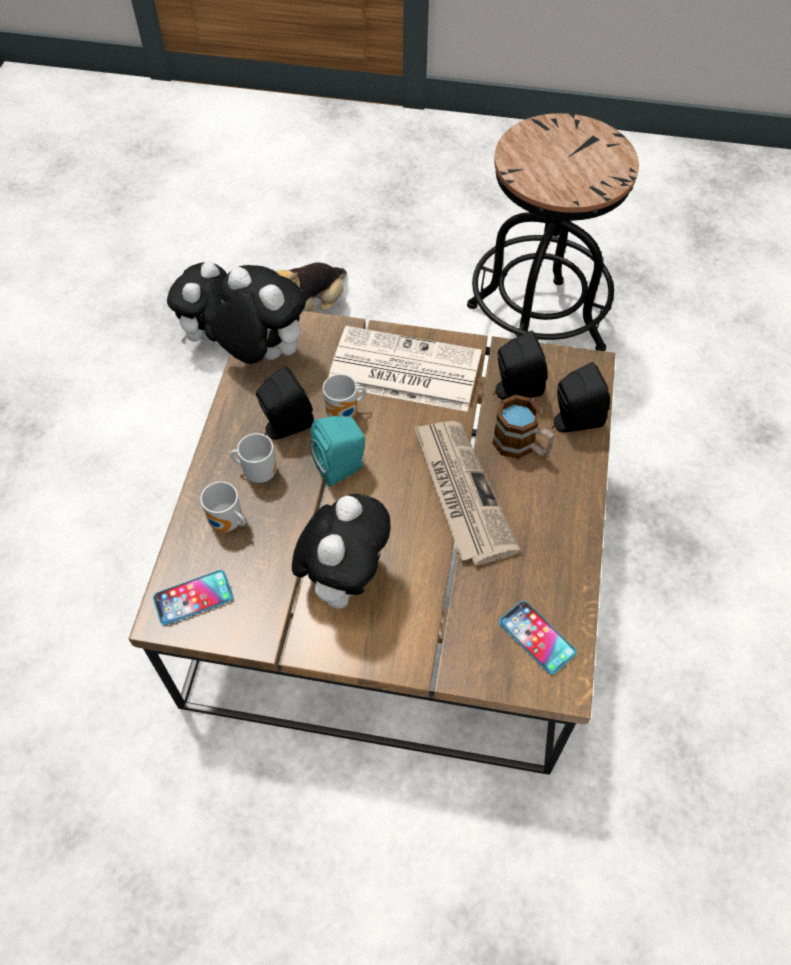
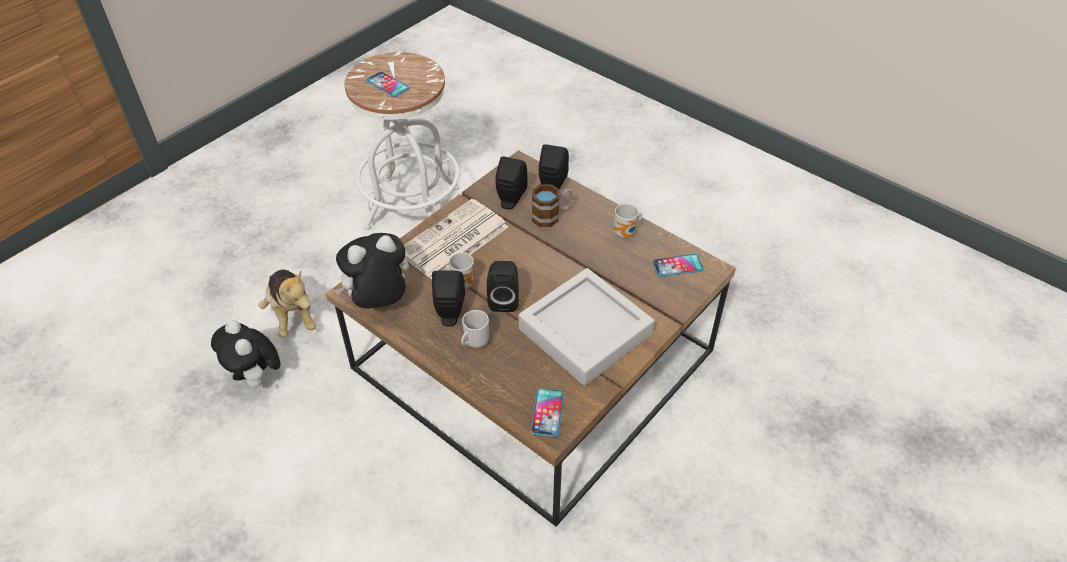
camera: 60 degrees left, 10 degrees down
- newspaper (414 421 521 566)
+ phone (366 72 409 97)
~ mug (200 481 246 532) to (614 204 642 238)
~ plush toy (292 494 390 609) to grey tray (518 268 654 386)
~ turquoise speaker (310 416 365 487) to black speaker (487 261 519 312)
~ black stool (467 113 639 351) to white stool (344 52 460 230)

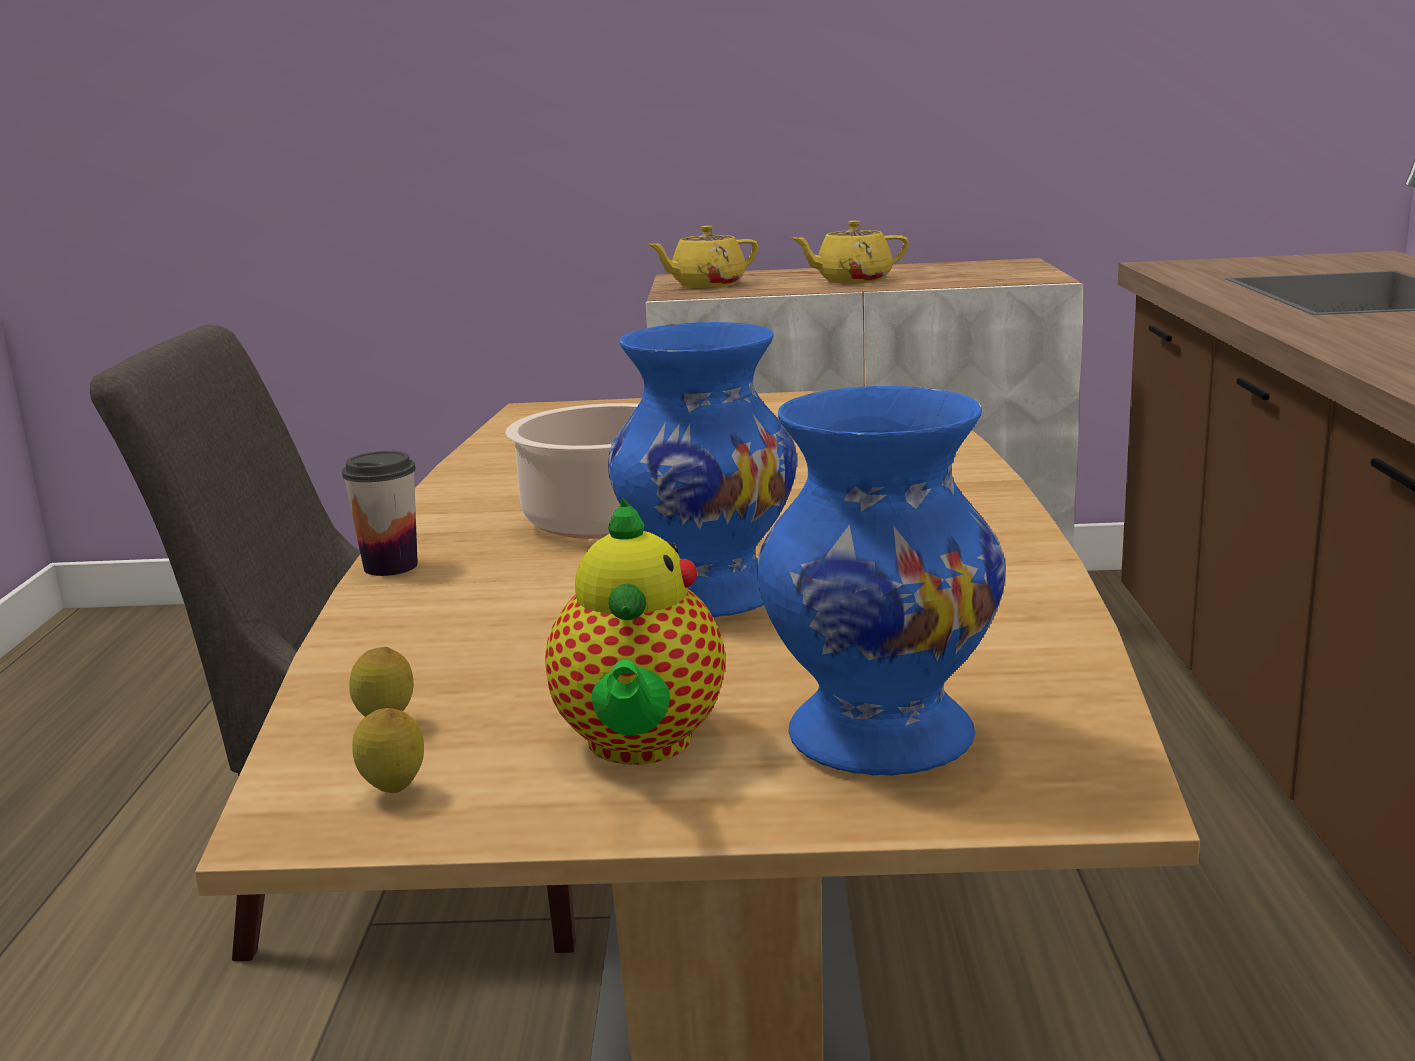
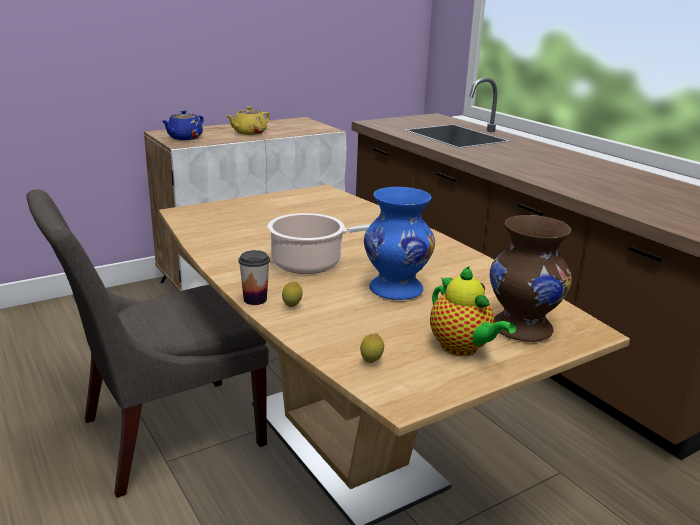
camera: 35 degrees left, 5 degrees up
~ lemon (352 708 424 793) to (282 282 302 307)
~ yellow teapot (648 225 759 288) to blue teapot (162 110 204 140)
~ blue vase (757 386 1006 776) to brown vase (490 215 572 342)

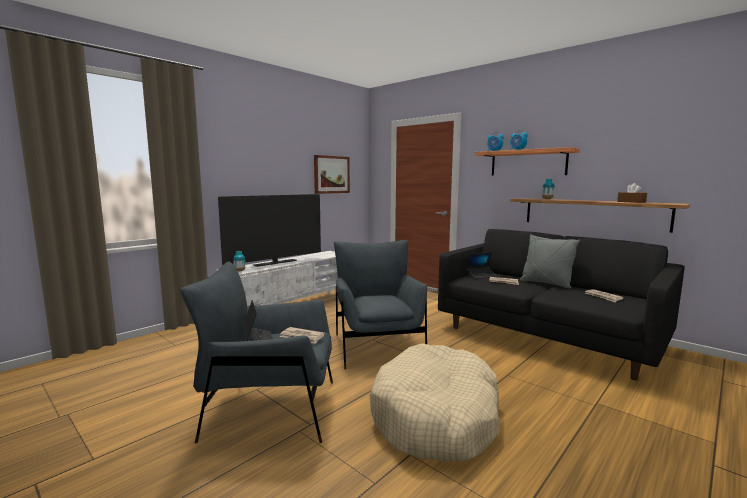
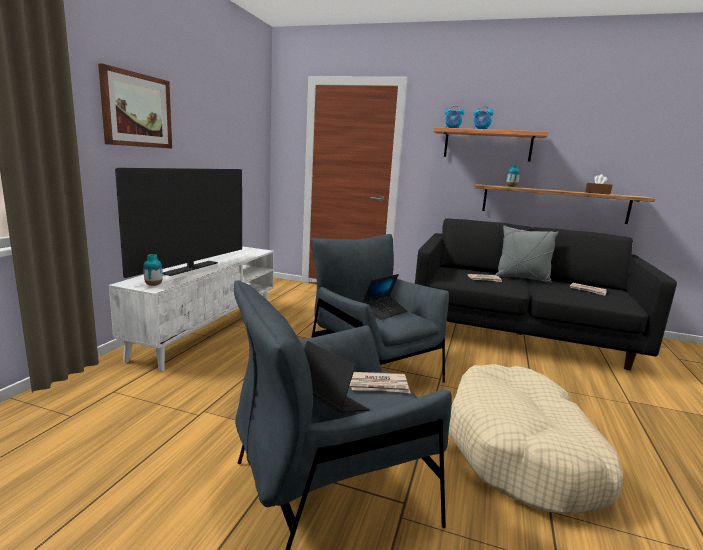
camera: 25 degrees left, 5 degrees up
~ picture (314 155 350 194) to (98 64 172 149)
~ laptop (465 252 497 279) to (362 274 408 320)

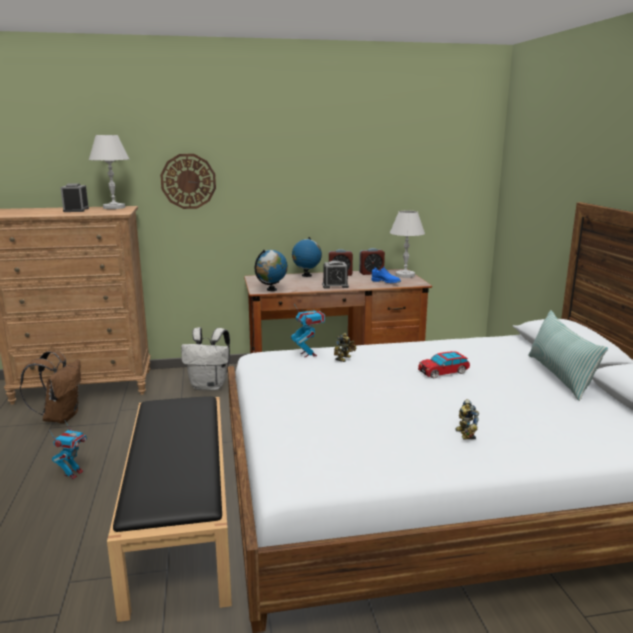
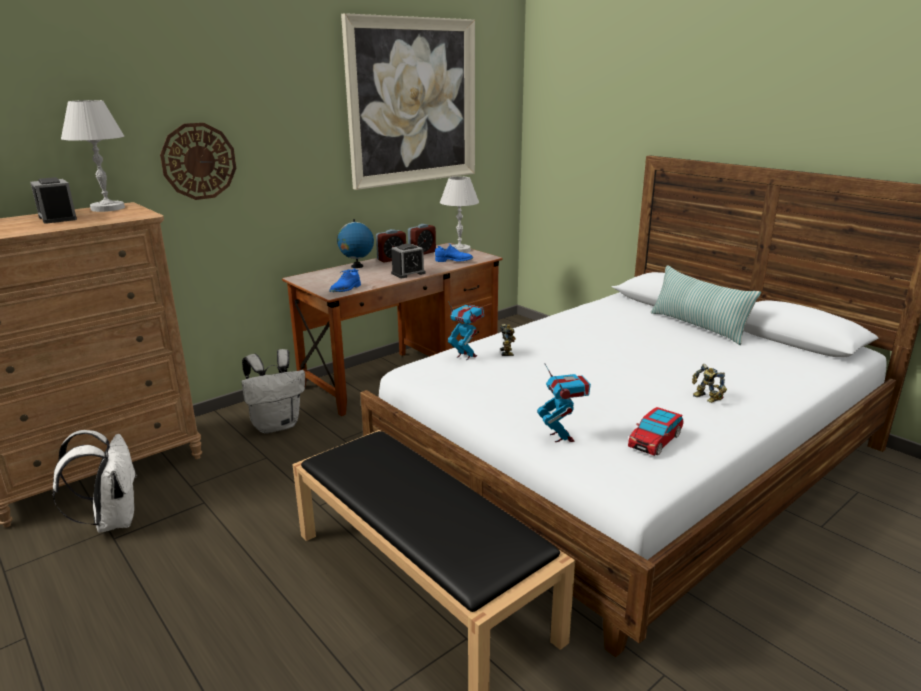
camera: 30 degrees left, 5 degrees up
+ picture (341 13 475 190)
~ toy robot (49 420 87 479) to (537 364 591 442)
~ toy car (418 351 470 378) to (628 407 683 456)
~ globe (255 250 288 291) to blue shoe (329 268 361 292)
~ brown backpack (20 350 81 424) to white backpack (52 430 136 533)

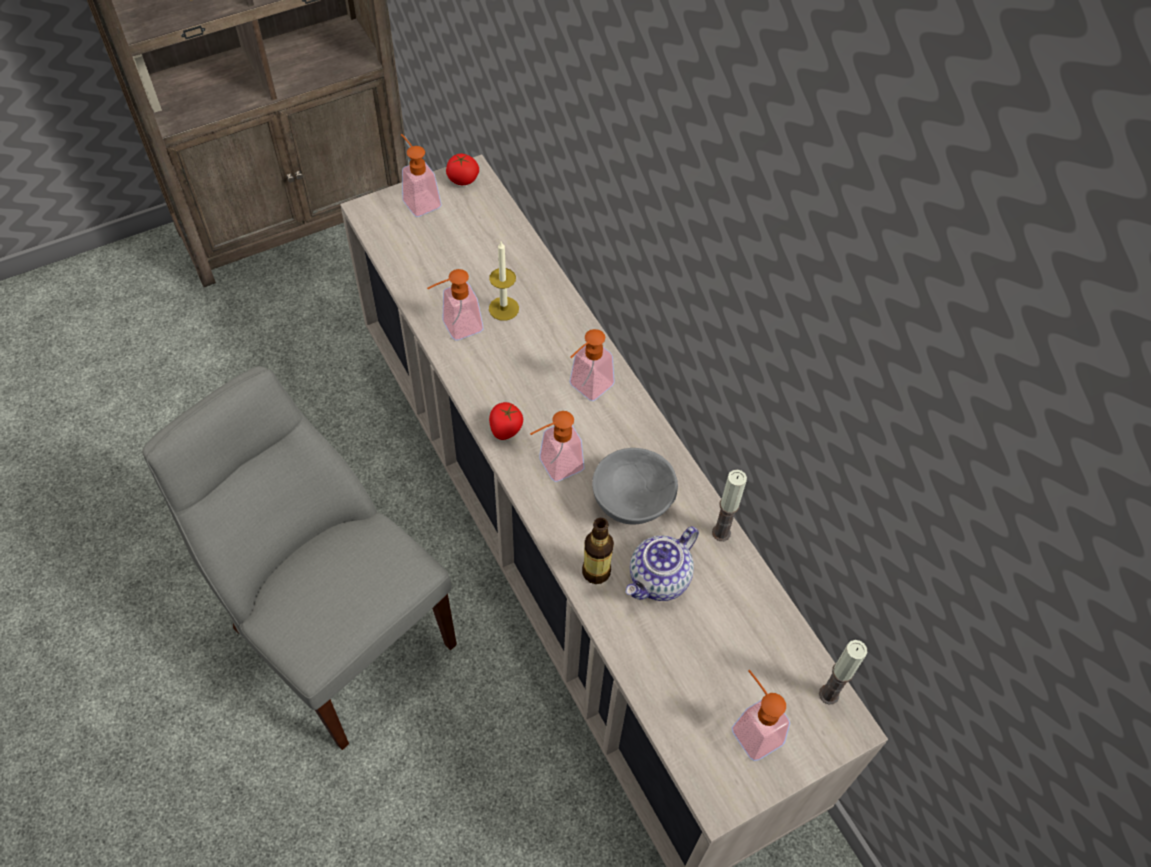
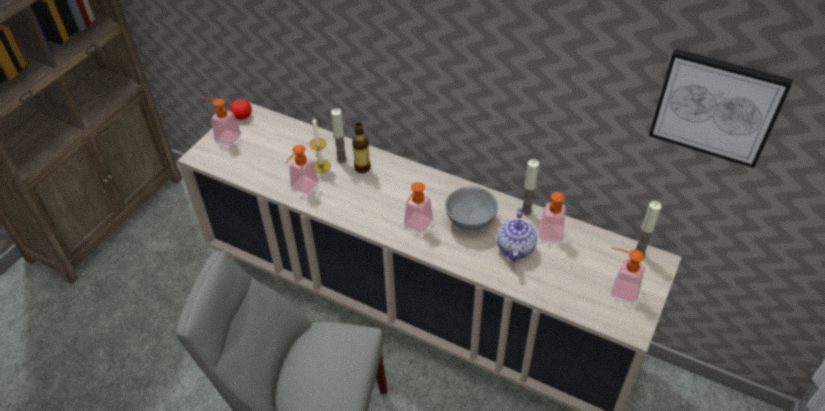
camera: 30 degrees left, 10 degrees down
- tomato (489 402 523 440)
+ candle (331 108 347 163)
+ picture (649 49 793 168)
~ soap dispenser (569 329 615 401) to (539 192 566 242)
~ bottle (582 518 614 584) to (352 122 371 173)

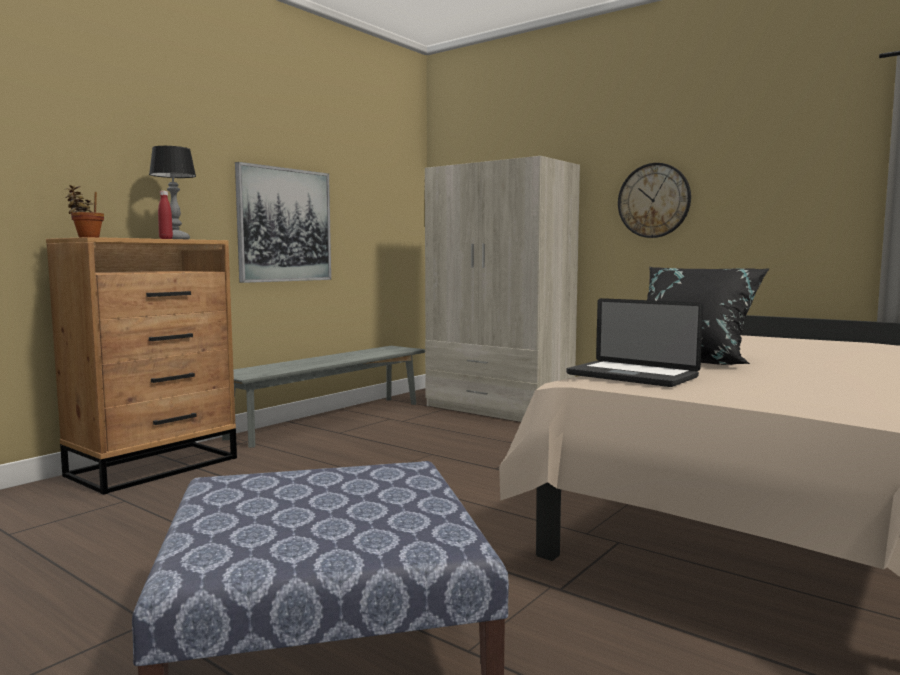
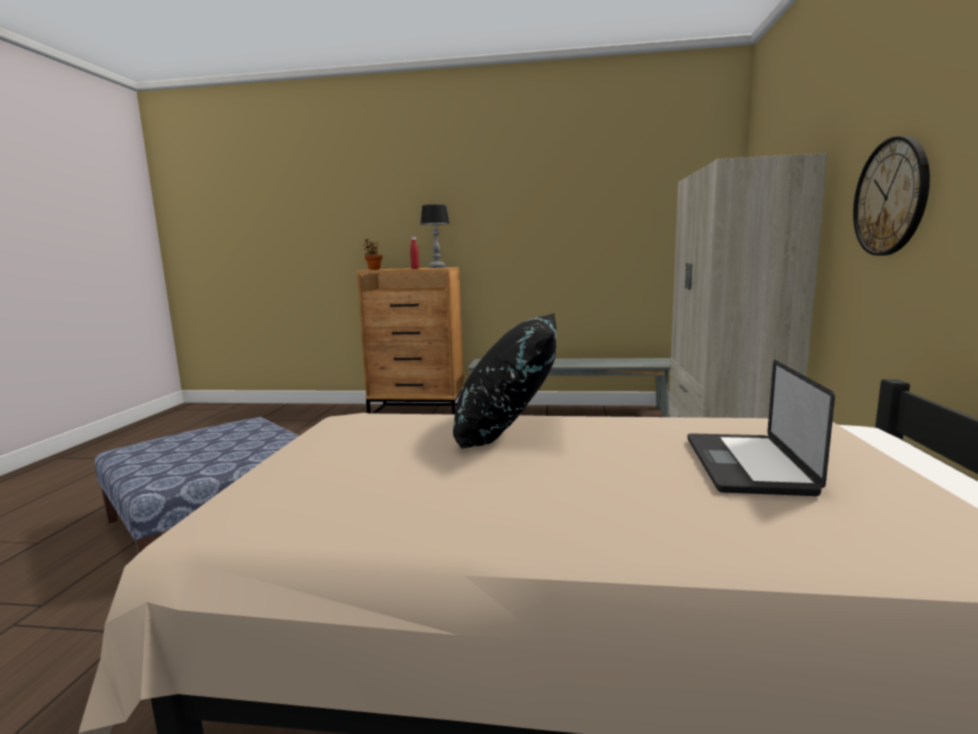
camera: 60 degrees right, 5 degrees up
- picture (235 162 331 283)
~ laptop (566 298 703 387) to (688 360 835 496)

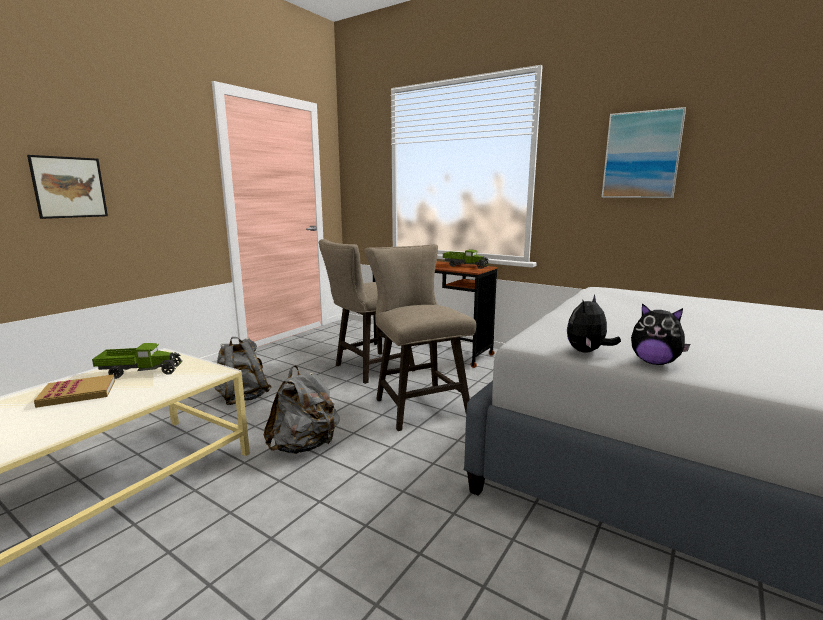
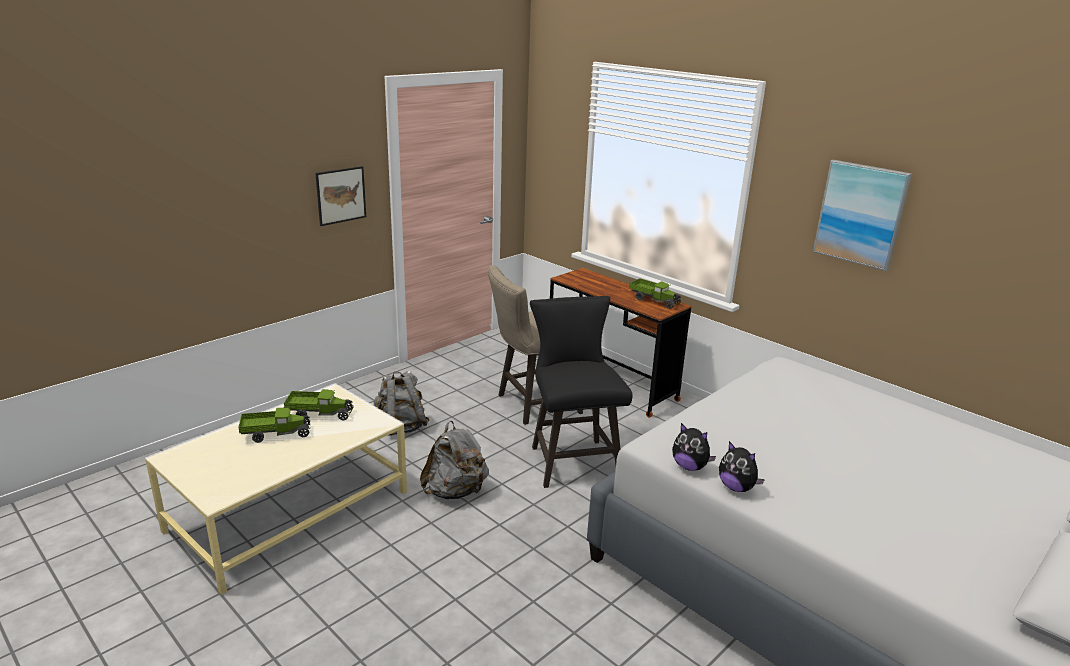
camera: 10 degrees right, 10 degrees up
~ picture (27 155 108 219) to (315 166 366 226)
~ book (34 374 115 408) to toy truck (238 408 311 443)
~ beige stool (365 244 476 431) to black stool (530 296 633 488)
~ plush toy (567 294 621 353) = (672 423 716 471) 105 degrees counterclockwise

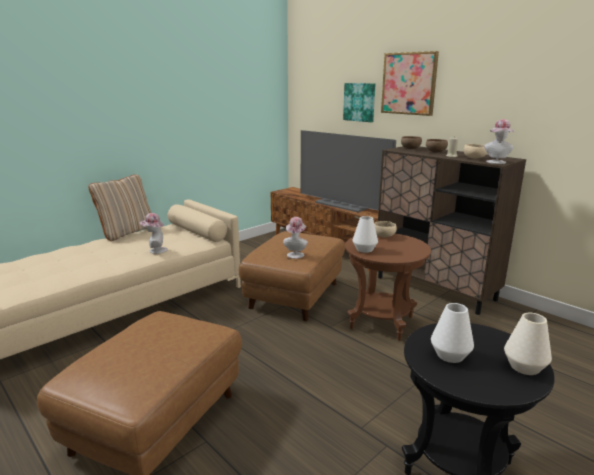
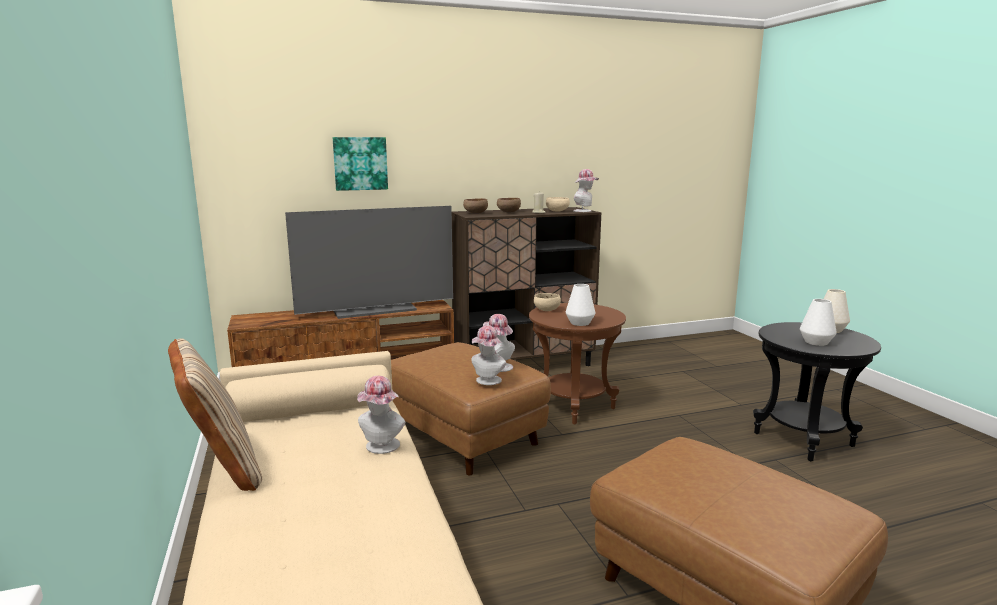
camera: 65 degrees left, 5 degrees down
- picture (381 51 439 116)
+ hat (471 326 506 385)

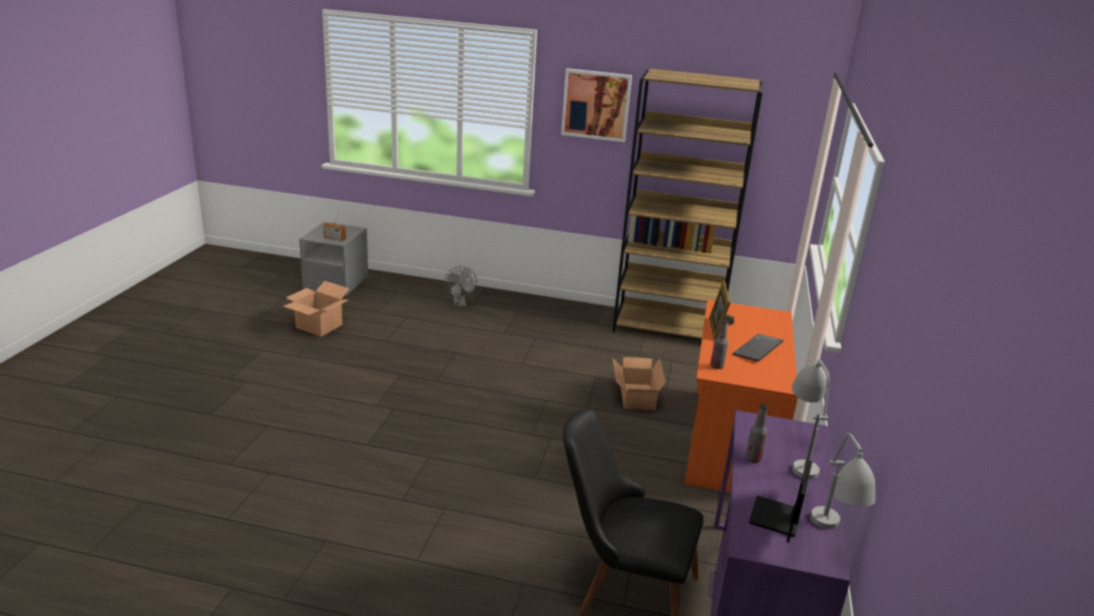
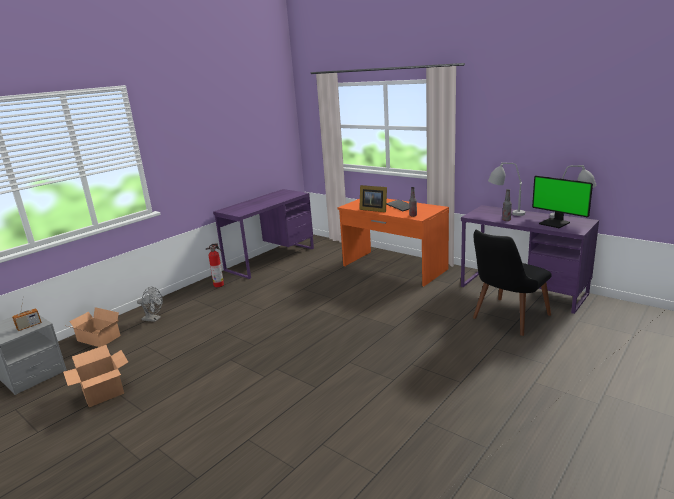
camera: 60 degrees left, 5 degrees down
- picture (561 68 632 142)
+ fire extinguisher (206 243 224 287)
~ cardboard box (613 357 666 410) to (64 307 121 347)
~ brown bookcase (612 68 763 339) to purple desk (213 189 314 279)

